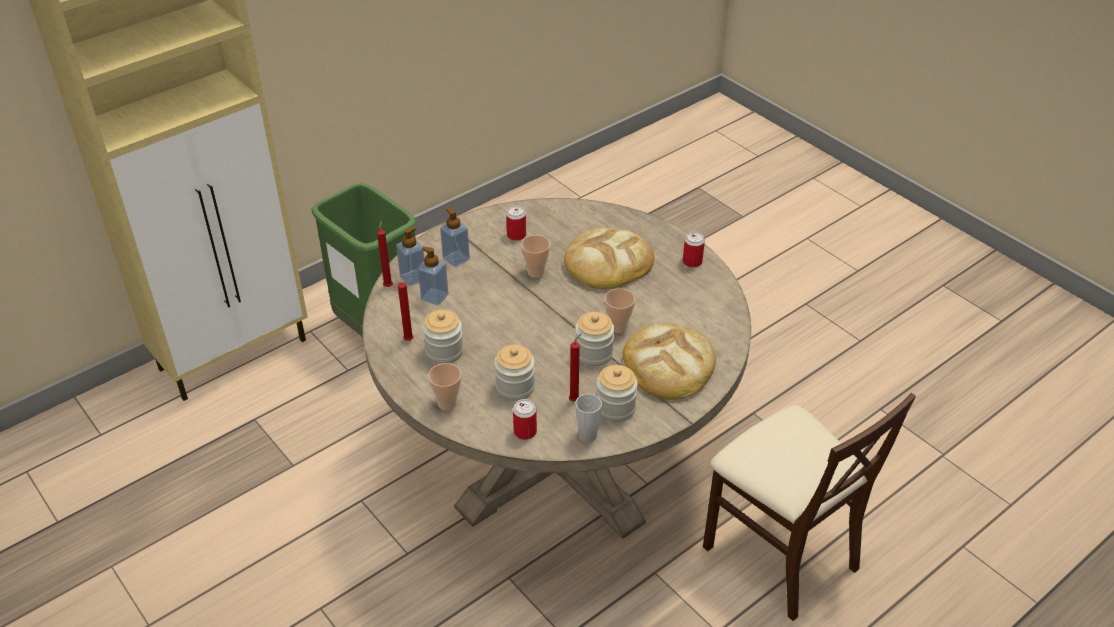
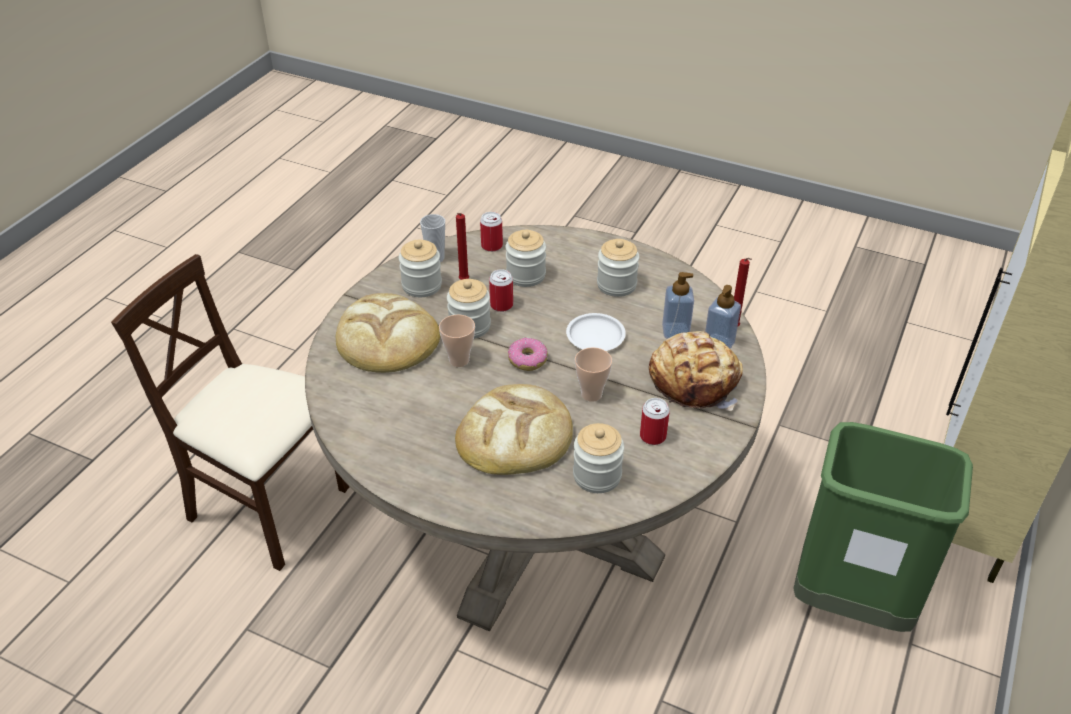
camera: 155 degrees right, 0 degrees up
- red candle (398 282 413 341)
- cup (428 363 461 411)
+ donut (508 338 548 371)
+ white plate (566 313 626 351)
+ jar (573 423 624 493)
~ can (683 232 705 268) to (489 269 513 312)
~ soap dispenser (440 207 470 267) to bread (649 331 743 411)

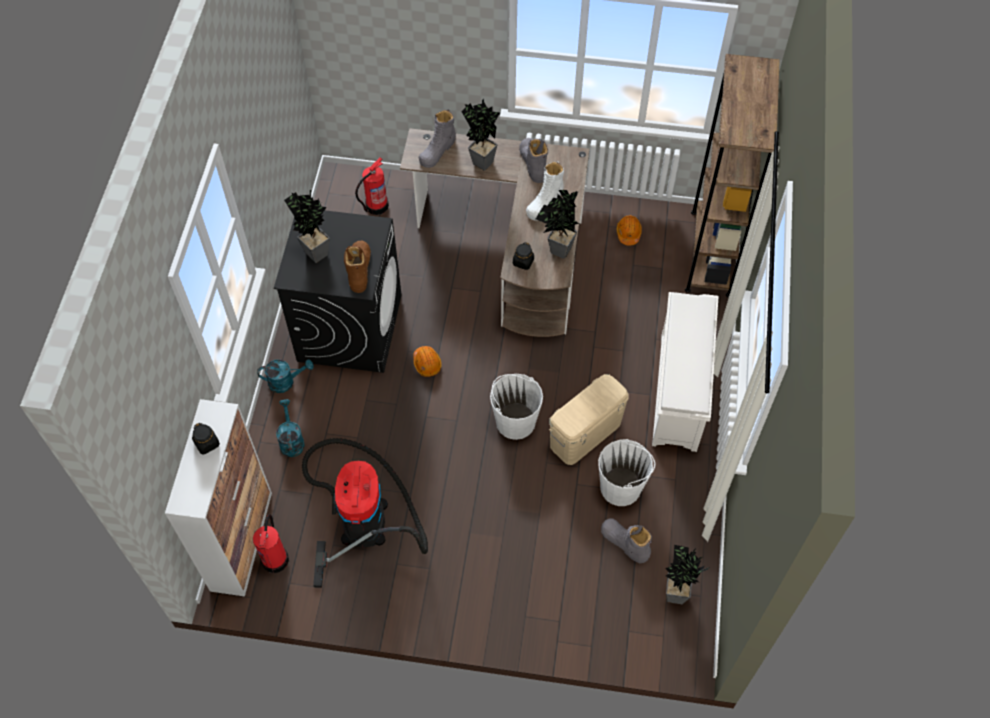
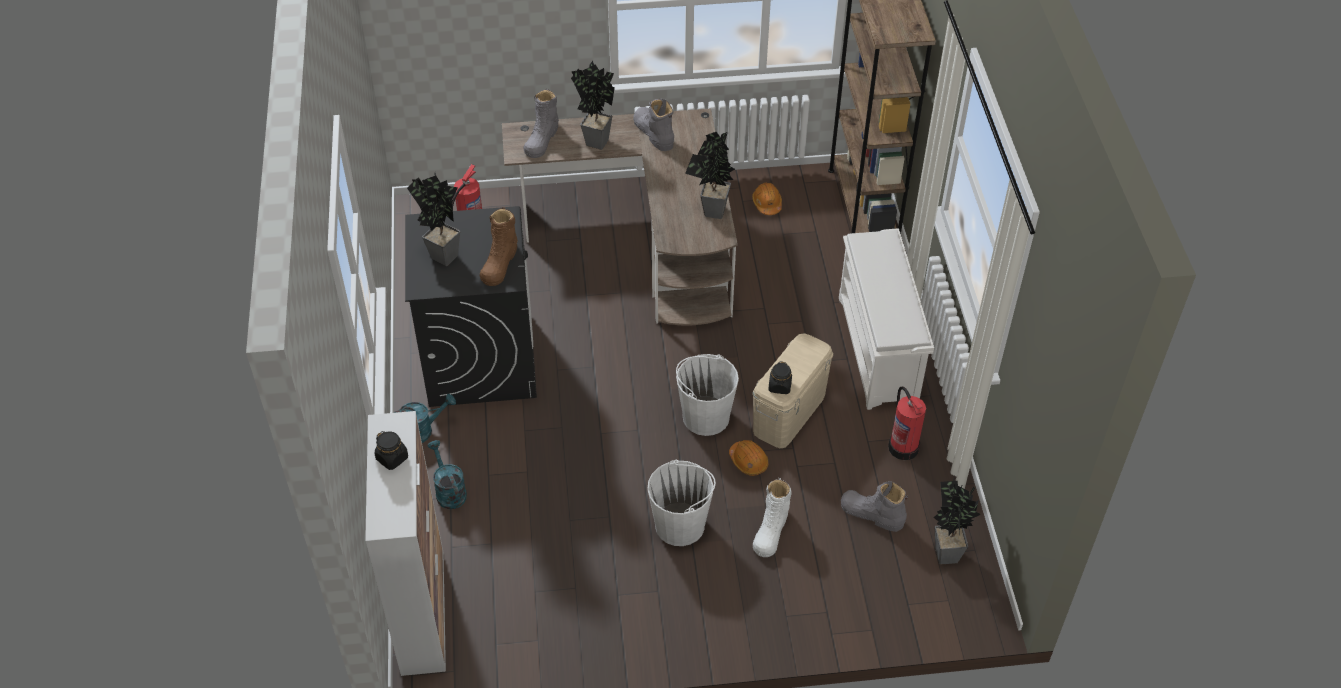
camera: 15 degrees left, 10 degrees down
- vacuum cleaner (302 438 428 587)
~ fire extinguisher (253 514 289 573) to (888 386 926 460)
~ orange hard hat (413 346 442 377) to (729 440 769 476)
~ black jar (513 242 534 270) to (768 362 792 394)
~ white boot (526 161 564 221) to (753 478 792 557)
~ white bucket (598 439 656 506) to (647 460 716 546)
~ brown boot (344 241 371 293) = (480 207 518 286) 150 degrees counterclockwise

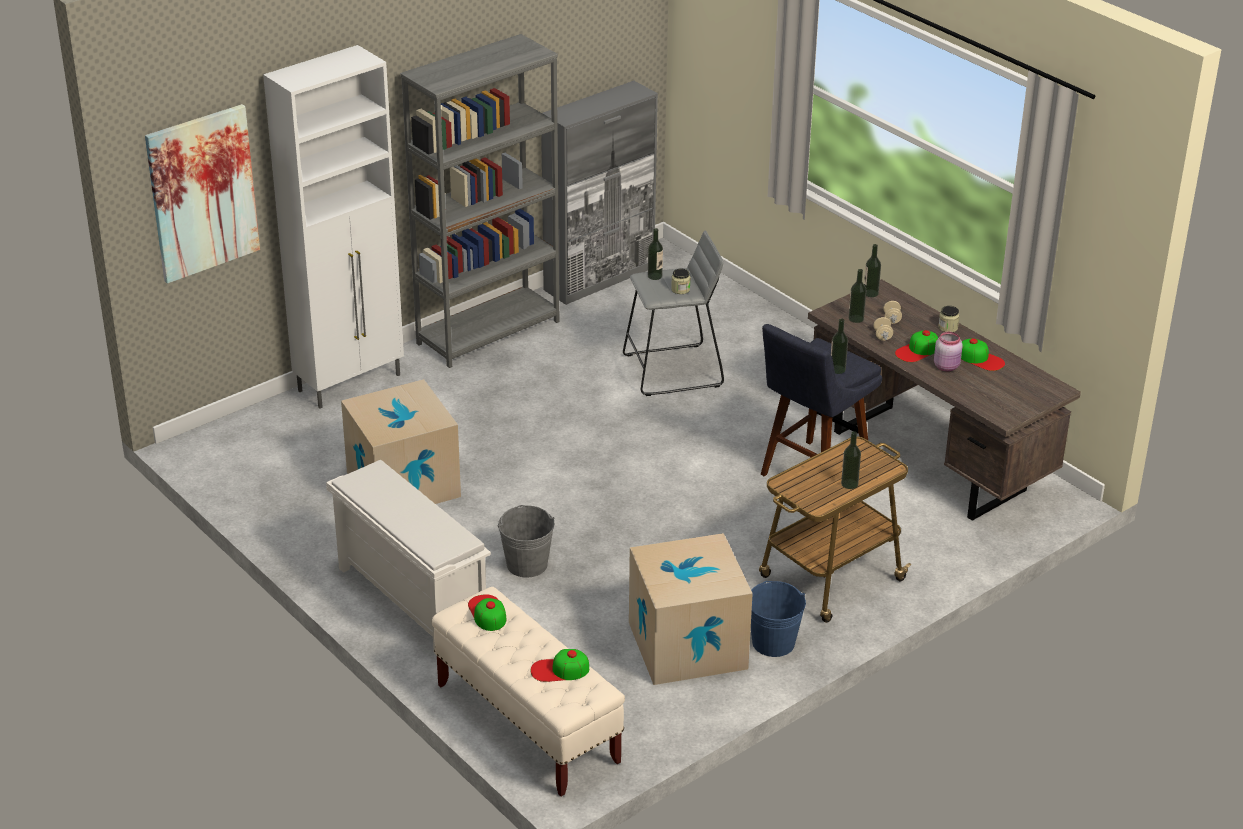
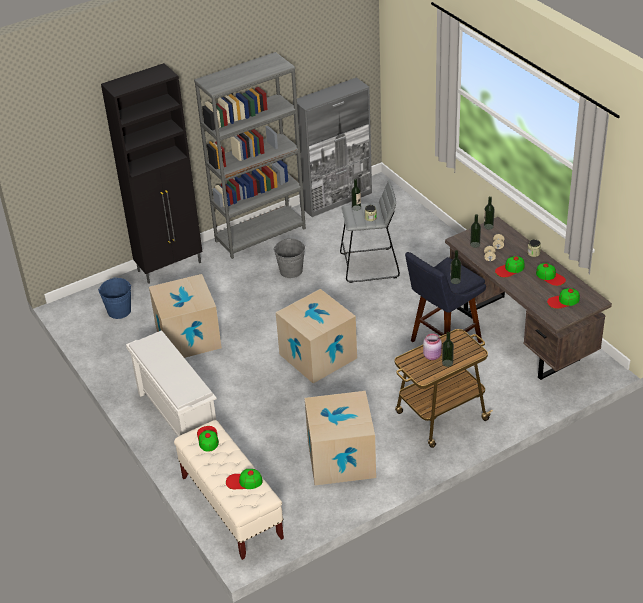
camera: 10 degrees right, 5 degrees up
- picture (145 104 260 283)
+ cardboard box (276 289 357 383)
+ cap (547 288 580 309)
~ grey bucket (498 505 555 578) to (273 238 305 278)
~ blue bucket (751 581 806 657) to (98 278 131 319)
~ pink jar (934 332 963 371) to (423 334 442 360)
~ white cabinet (263 45 404 408) to black cabinet (101 63 202 284)

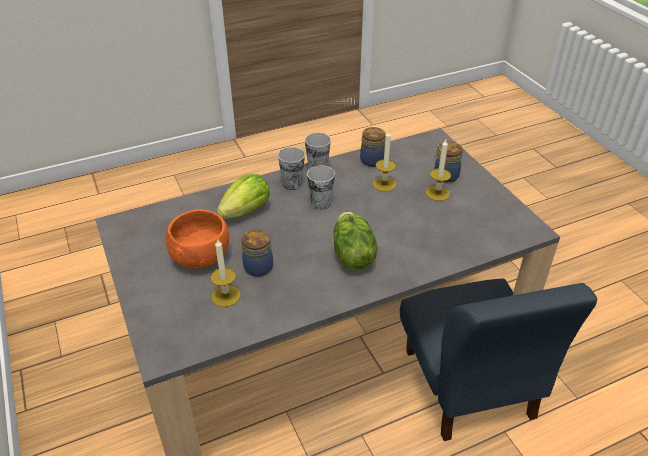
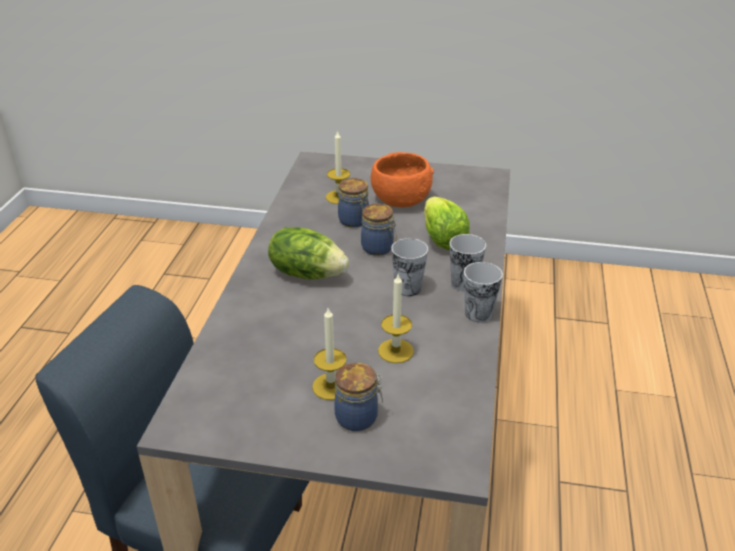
camera: 125 degrees right, 5 degrees down
~ jar (360 127 386 167) to (361 204 396 256)

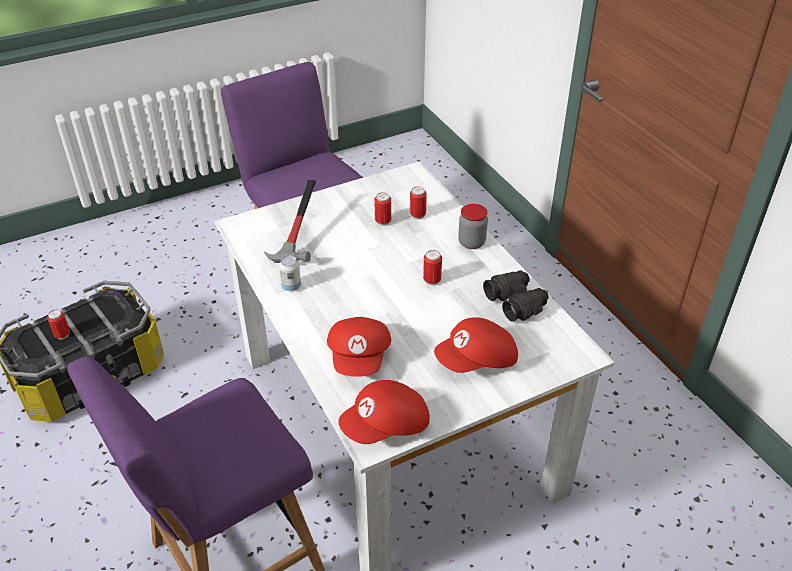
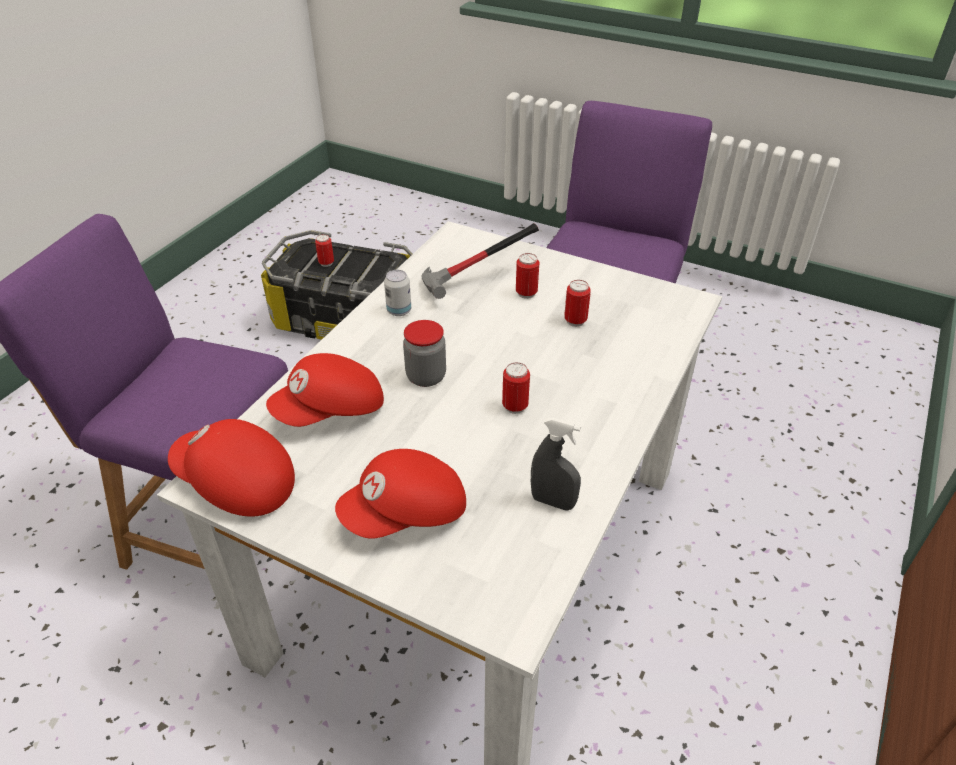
camera: 55 degrees right, 0 degrees up
~ can (410 186 427 219) to (516 253 539 299)
~ jar (458 204 488 249) to (403 320 446 387)
~ black binoculars (483 270 549 322) to grey spray bottle (531 418 581 511)
~ red cap (434 317 518 373) = (335 449 466 539) 60 degrees counterclockwise

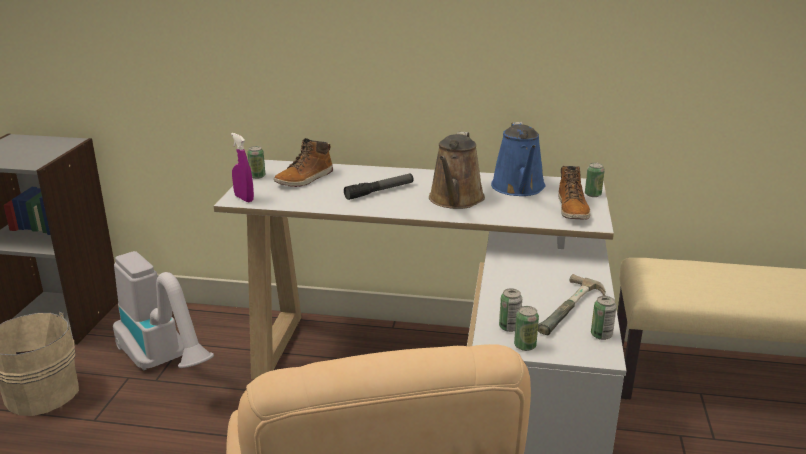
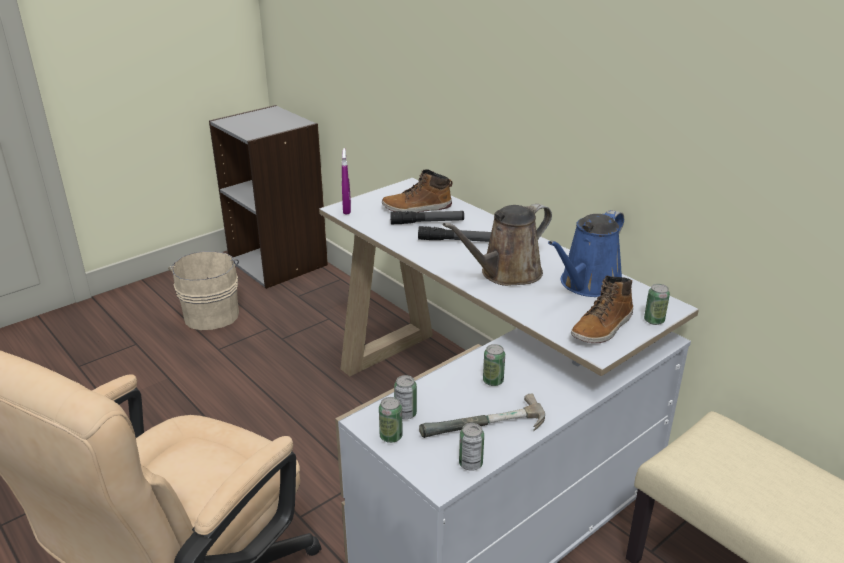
camera: 40 degrees right, 5 degrees up
- vacuum cleaner (113 251 214 371)
+ flashlight (390 211 464 224)
~ can (247 146 265 179) to (483 344 505 386)

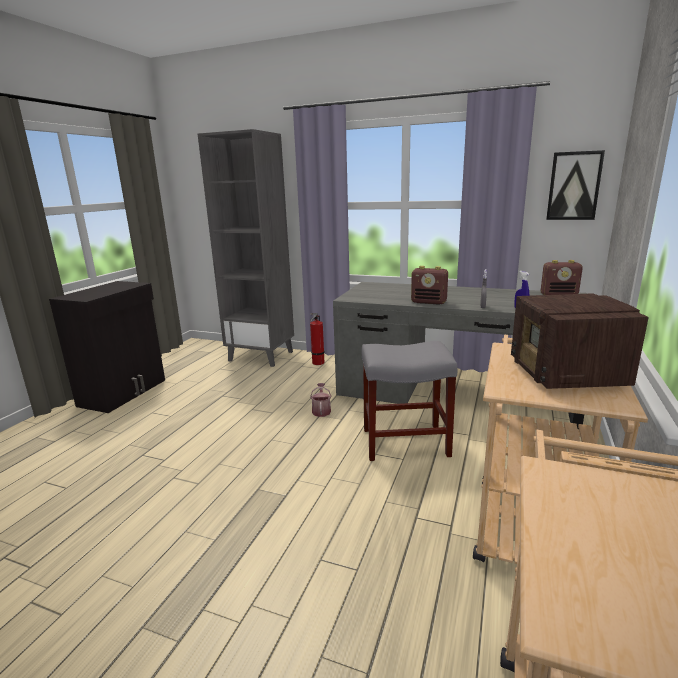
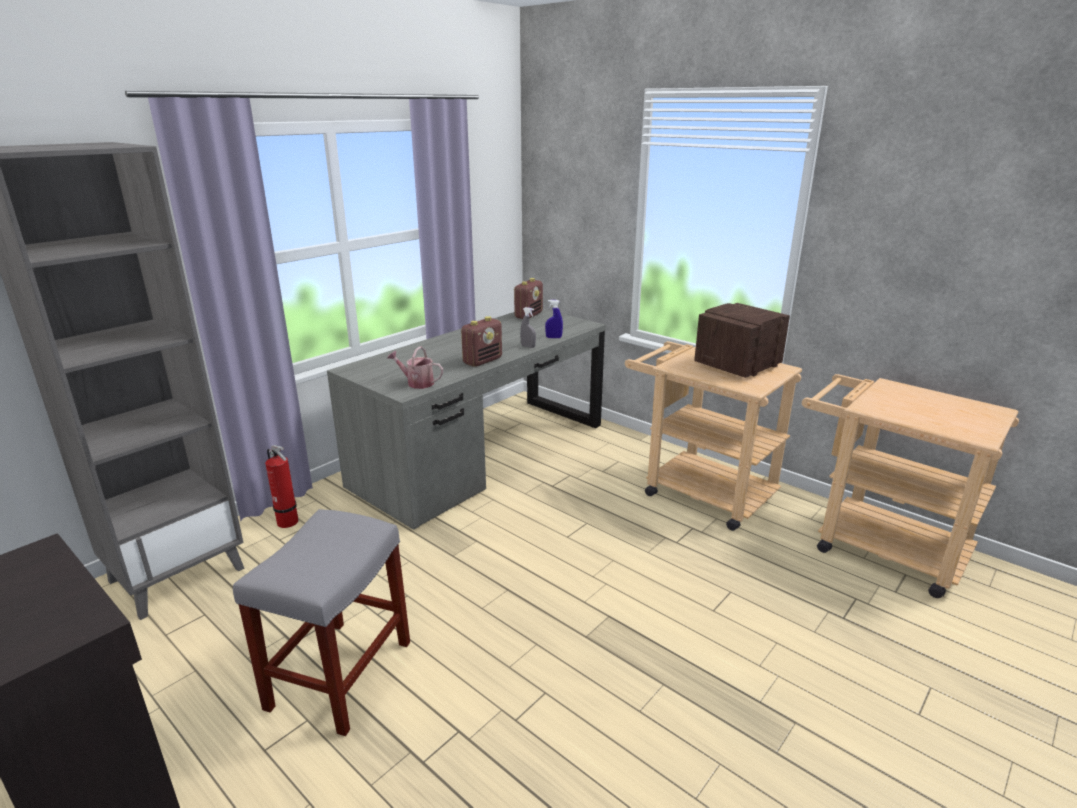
camera: 70 degrees left, 5 degrees up
- picture (546 150 605 220)
~ watering can (310 383 331 417) to (387 346 443 389)
~ grey stool (362 341 458 461) to (233 509 410 736)
~ radio (511 293 649 389) = (694 303 790 378) 120 degrees clockwise

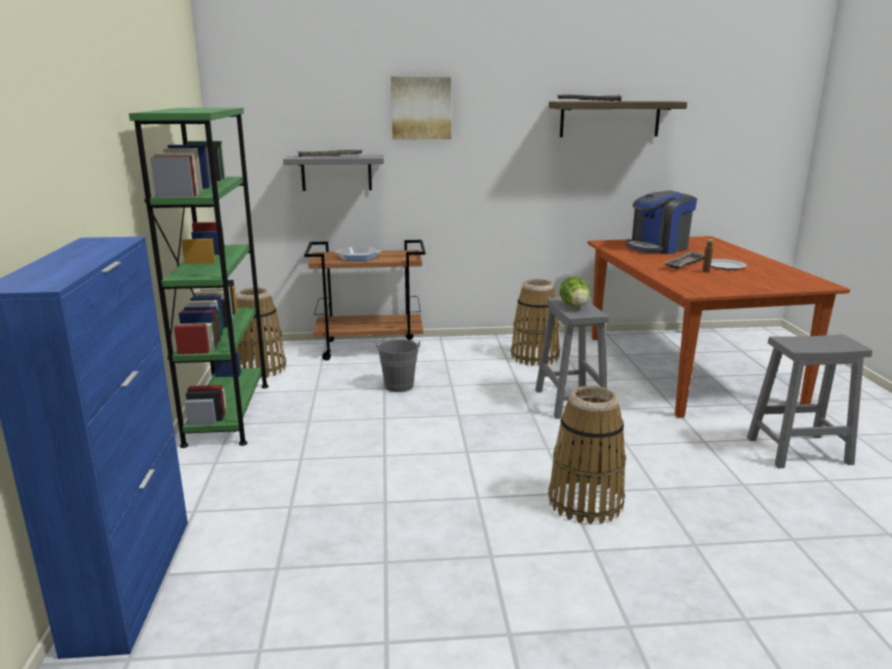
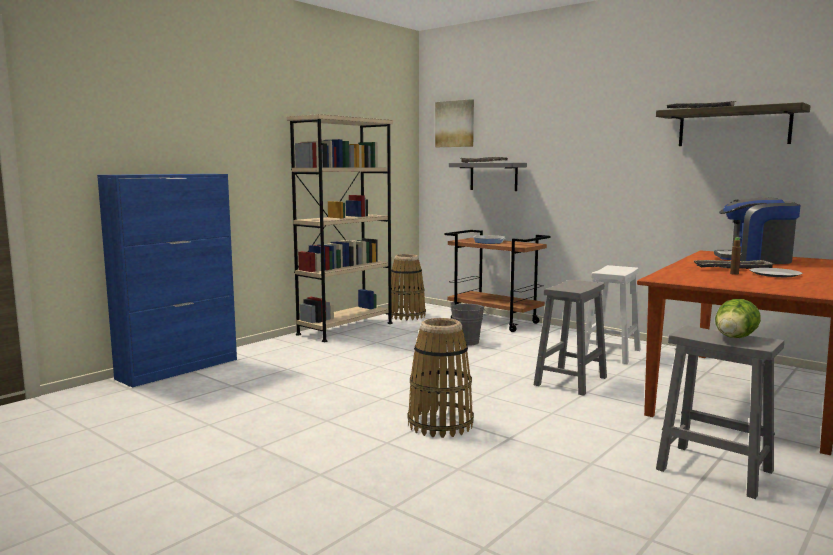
camera: 45 degrees right, 10 degrees down
~ picture (391 77 451 140) to (435 99 474 147)
~ lettuce (560 276 590 306) to (715 299 761 338)
~ basket (511 279 560 366) to white stool (585 265 641 364)
~ green bookcase (129 108 269 448) to beige bookcase (287 114 393 342)

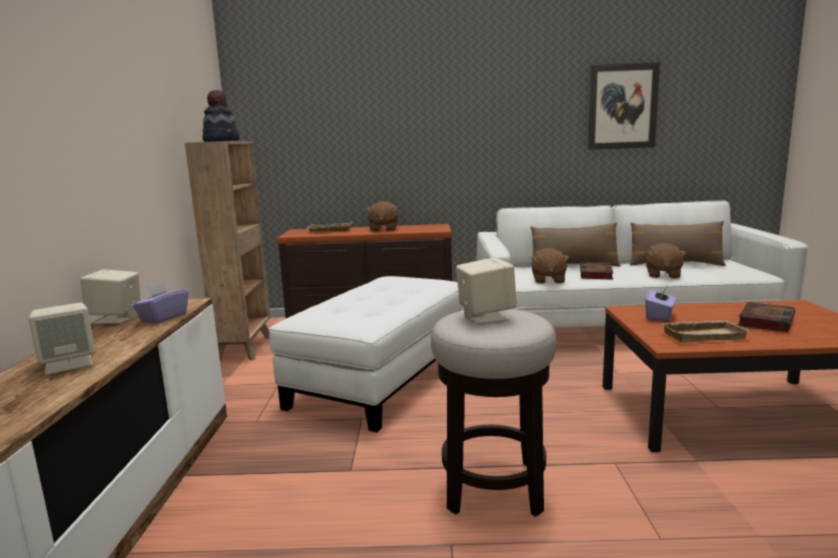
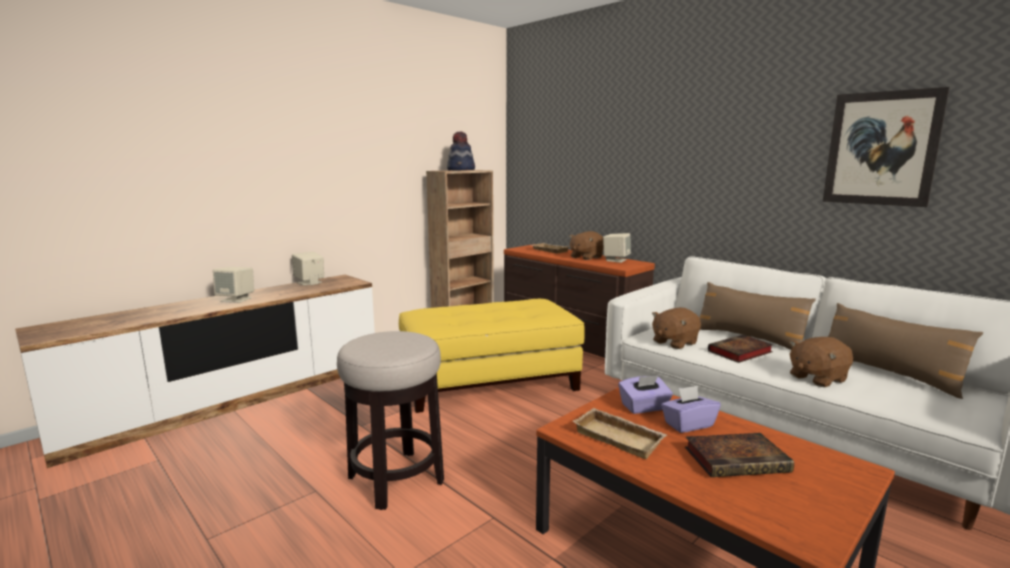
camera: 45 degrees right, 0 degrees up
~ purple tissue box (133 281 188 324) to (661 385 721 433)
~ beige speaker (456 257 517 324) to (603 233 631 263)
~ white ottoman (269 276 464 432) to yellow ottoman (399 299 585 413)

